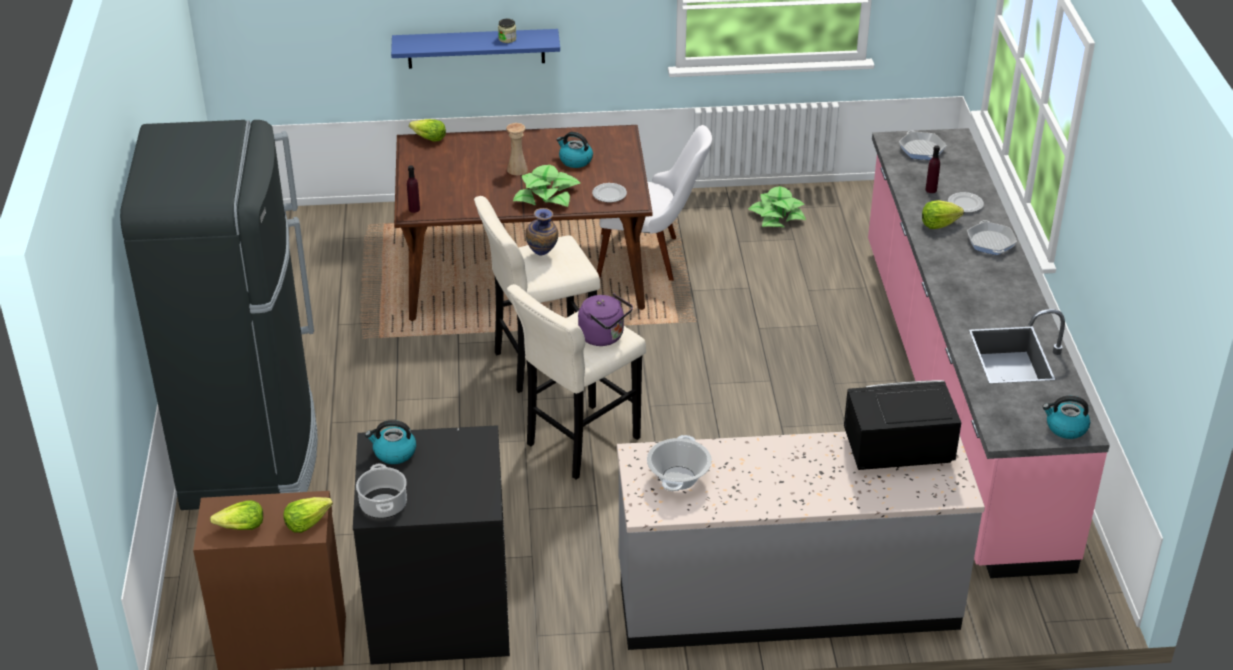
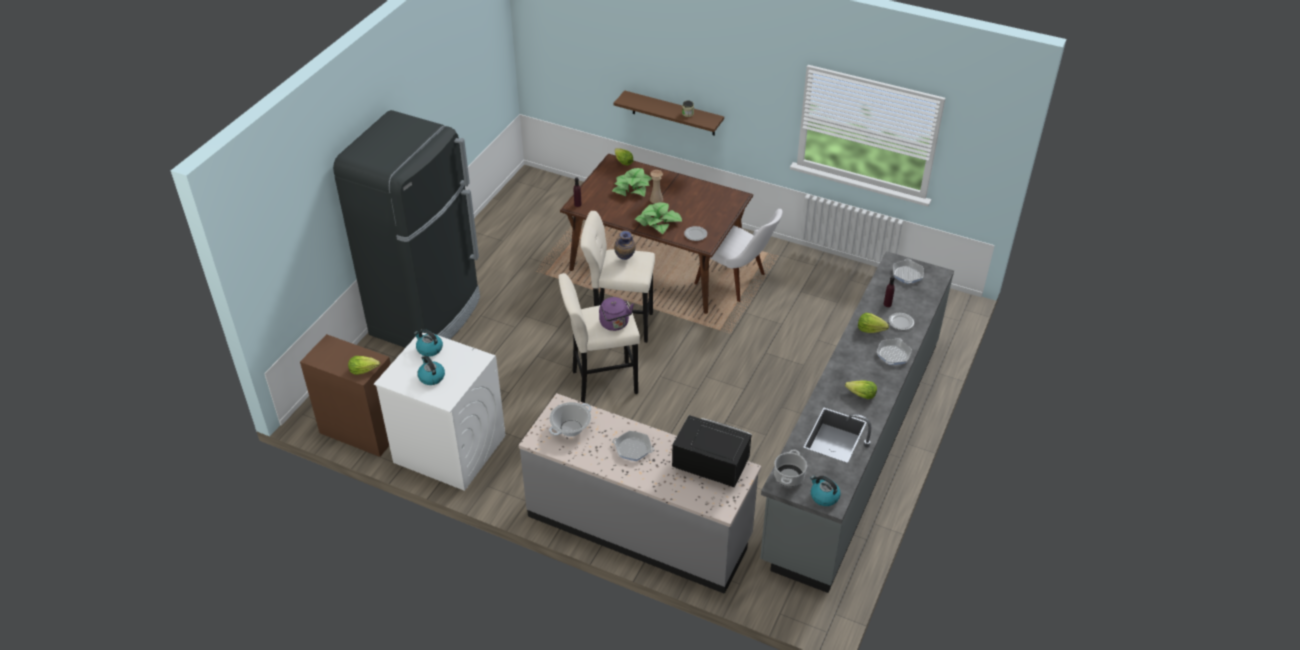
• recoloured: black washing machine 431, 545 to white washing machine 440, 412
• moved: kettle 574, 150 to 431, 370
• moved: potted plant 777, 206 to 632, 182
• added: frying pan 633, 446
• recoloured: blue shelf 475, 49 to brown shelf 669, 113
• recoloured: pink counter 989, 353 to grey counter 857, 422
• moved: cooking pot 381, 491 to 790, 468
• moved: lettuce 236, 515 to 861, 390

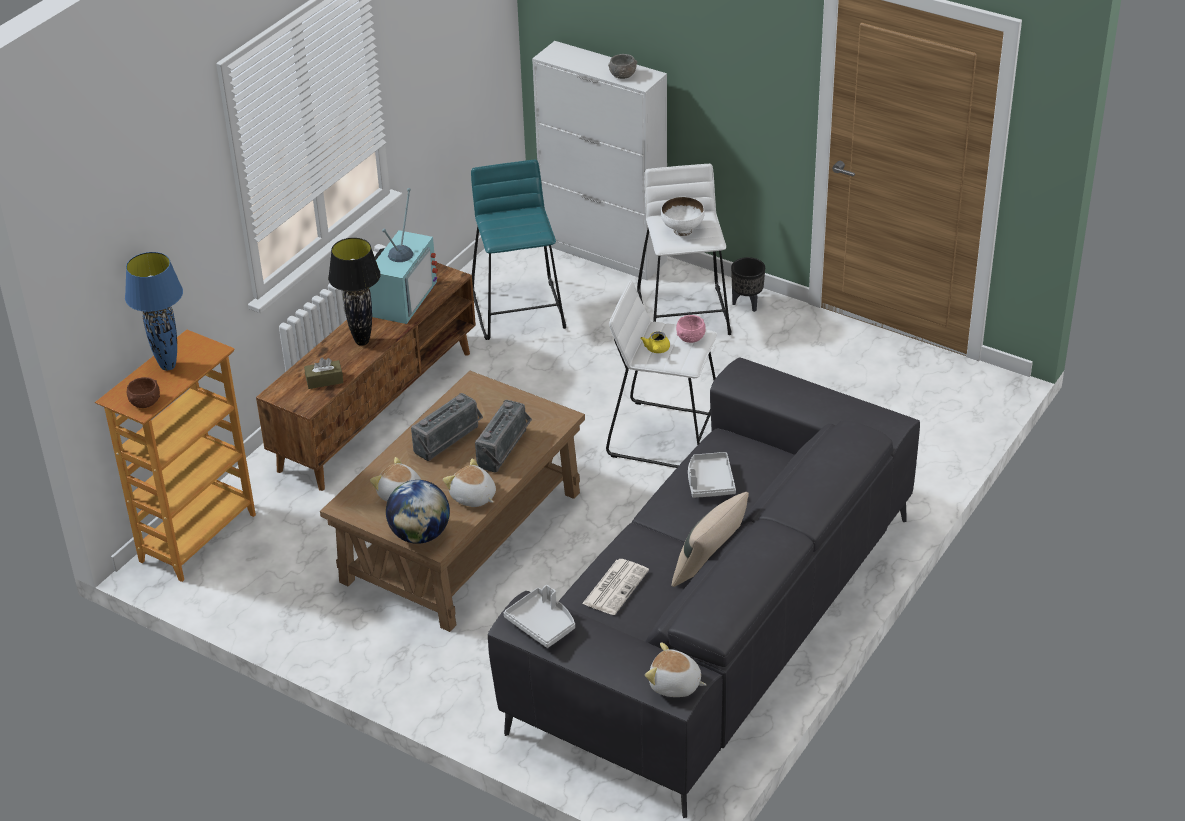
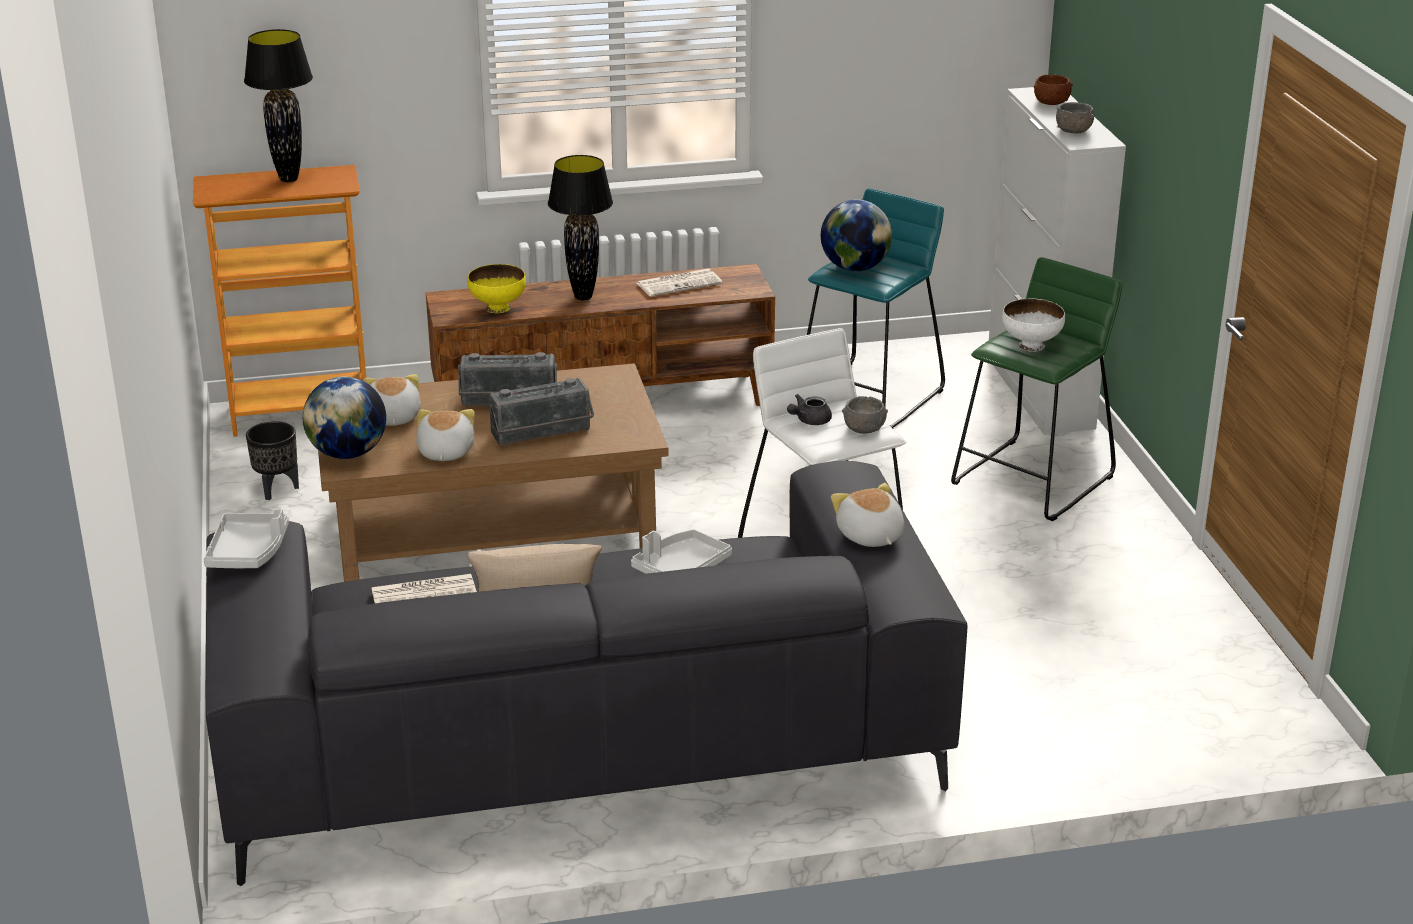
• recoloured: blue table lamp 154, 311 to black table lamp 278, 105
• moved: black planter 748, 284 to 272, 460
• replaced: brown tissue box 323, 373 to yellow bowl 496, 288
• replaced: television 403, 256 to newspaper 679, 283
• recoloured: yellow teapot 655, 342 to grey teapot 809, 409
• added: globe 856, 235
• moved: plush toy 675, 669 to 868, 515
• recoloured: pink bowl 691, 329 to grey bowl 865, 415
• recoloured: white stool 684, 249 to green stool 1037, 389
• moved: brown bowl 143, 392 to 1053, 89

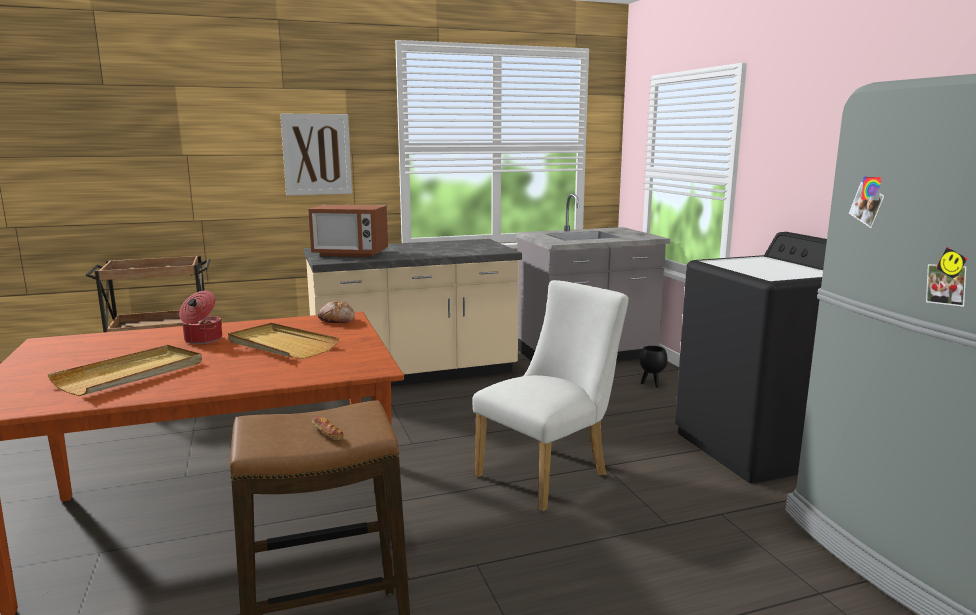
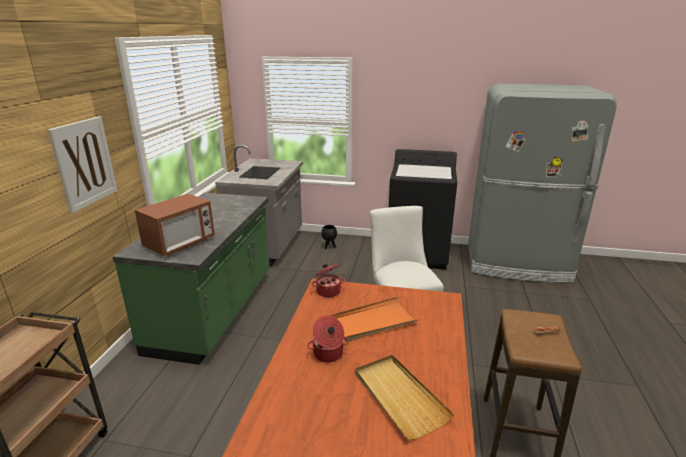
• recoloured: beige counter 413, 313 to green counter 191, 279
• replaced: bread 336, 312 to cooking pot 328, 280
• recoloured: beige tray 283, 341 to orange tray 374, 319

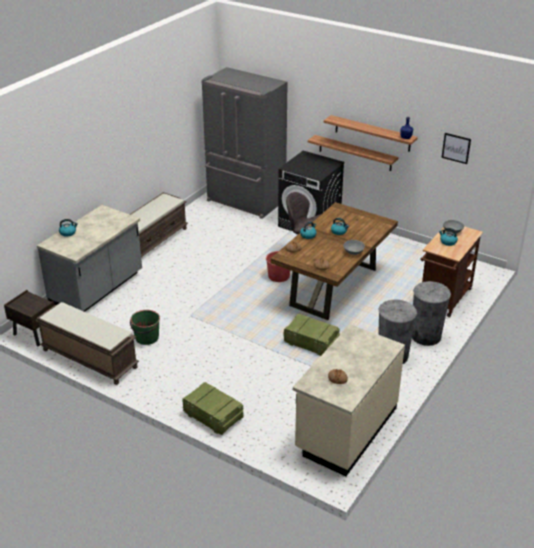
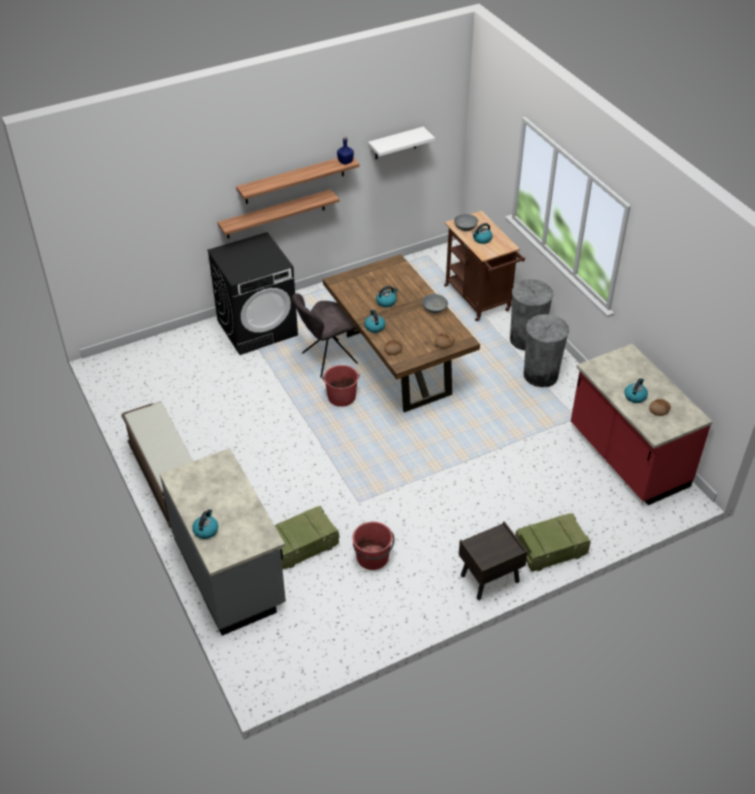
• moved: crate 311, 335 to 307, 537
• recoloured: green bucket 145, 327 to red bucket 373, 546
• replaced: picture 456, 148 to white shelf 401, 143
• moved: brown nightstand 29, 318 to 493, 560
• recoloured: beige counter 349, 400 to red counter 641, 424
• added: kettle 636, 390
• removed: brown bench 87, 343
• removed: grey fridge 244, 143

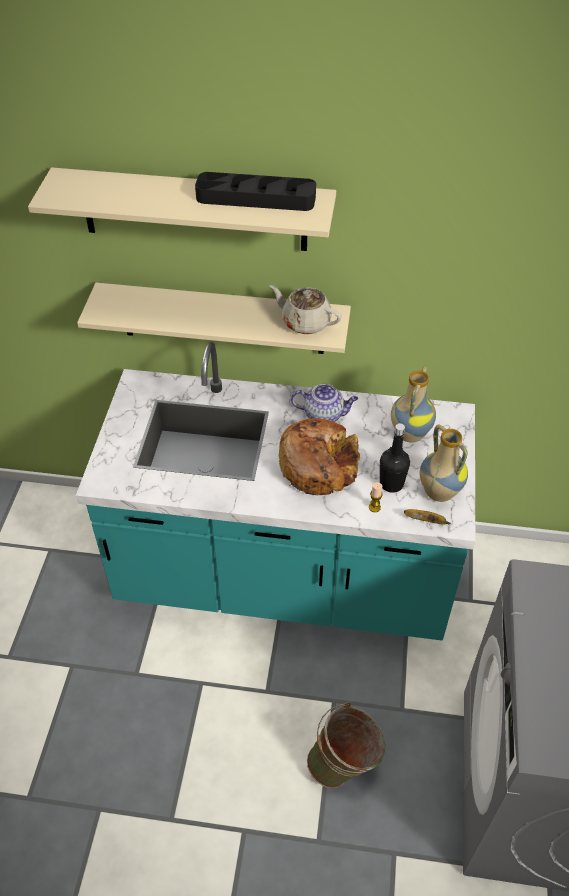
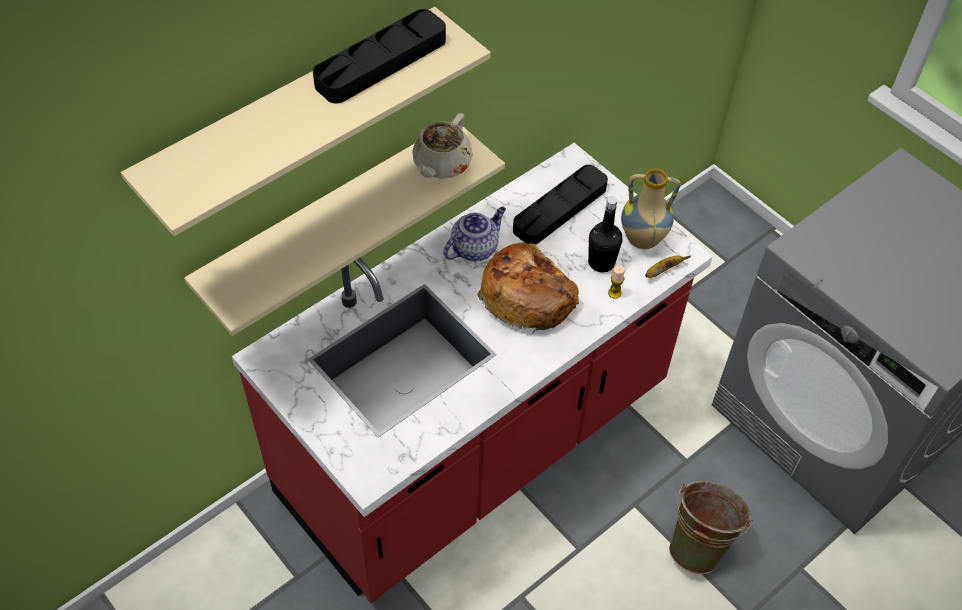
• recoloured: turquoise counter 275, 491 to red counter 472, 373
• turned: beige teapot 305, 309 = 442, 146 45 degrees counterclockwise
• replaced: vase 413, 404 to black tray 560, 205

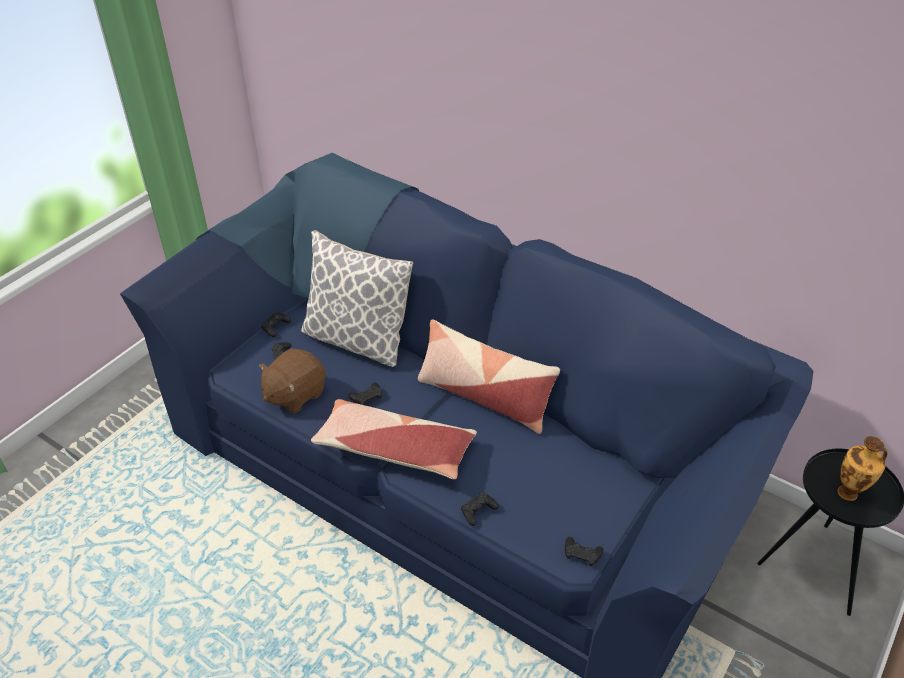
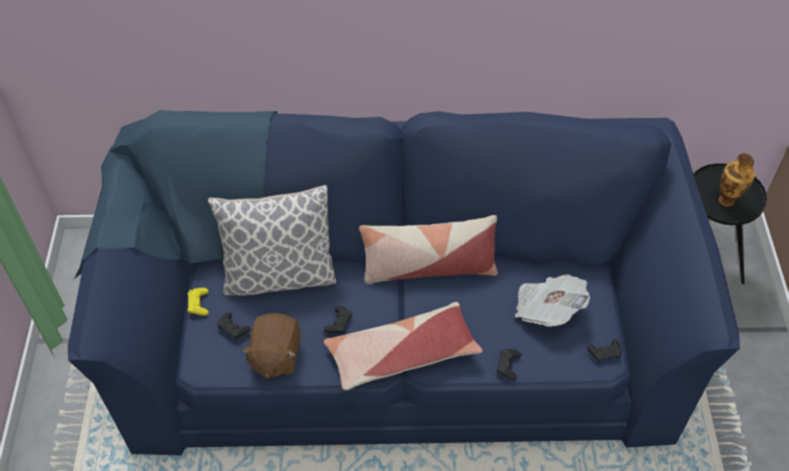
• recoloured: black game controller 276, 324 to yellow game controller 198, 302
• added: newspaper 552, 300

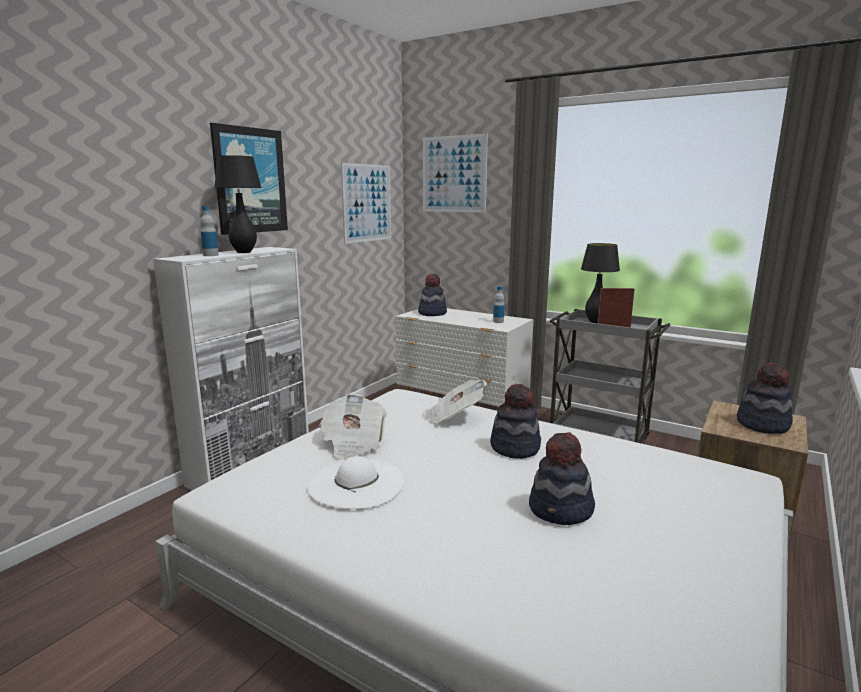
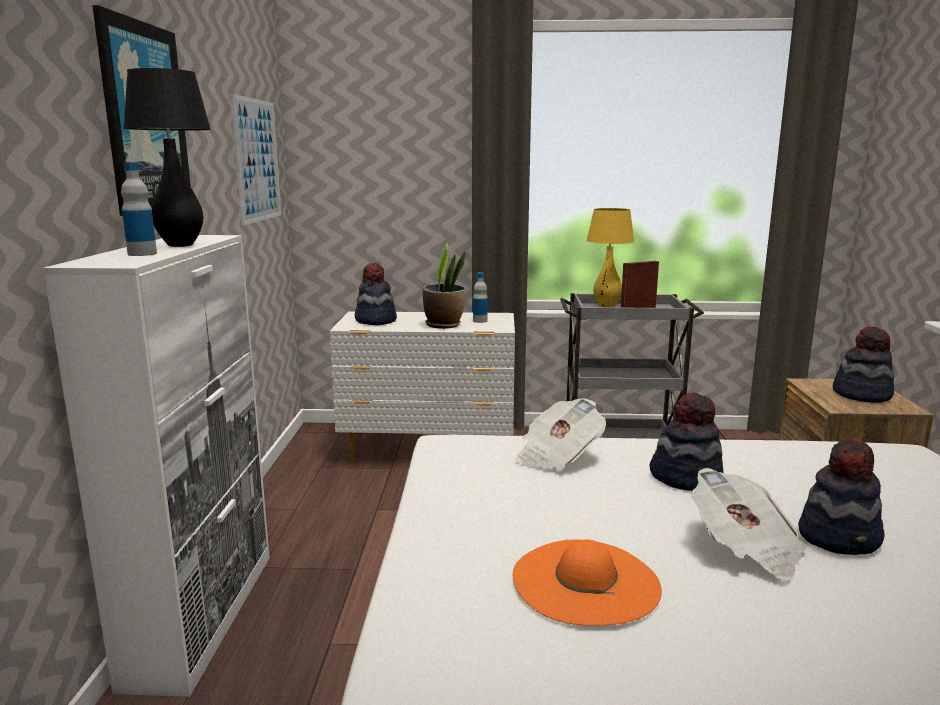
• added: potted plant 444, 286
• recoloured: white hat 356, 482 to orange hat 587, 582
• recoloured: black table lamp 600, 283 to yellow table lamp 610, 257
• moved: newspaper 353, 426 to 748, 525
• removed: picture 455, 173

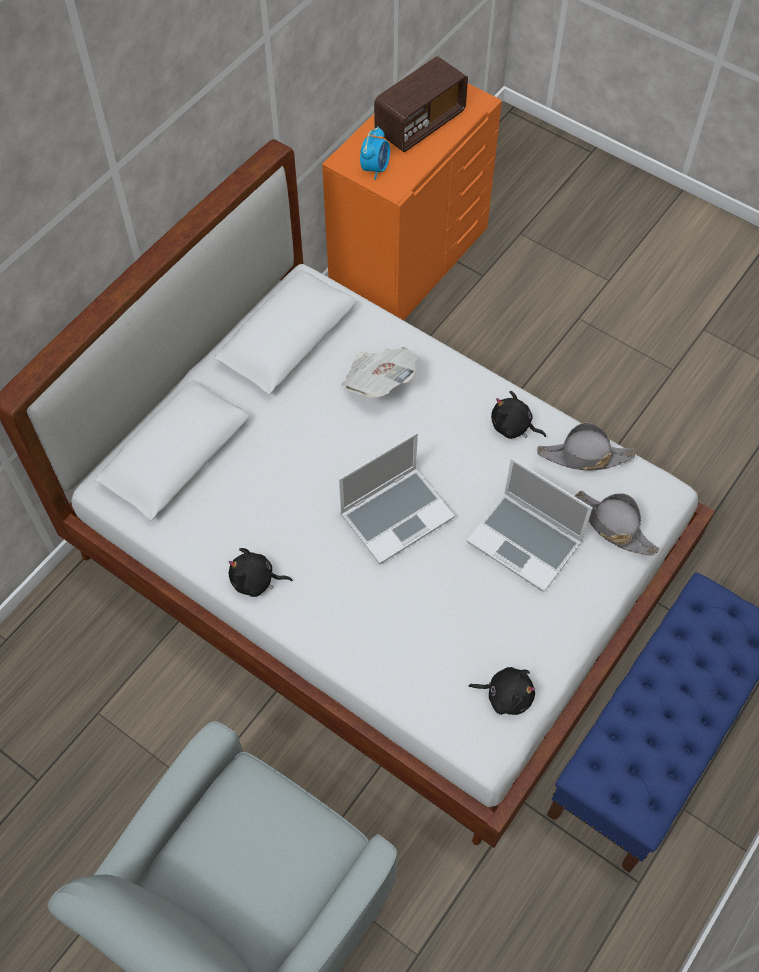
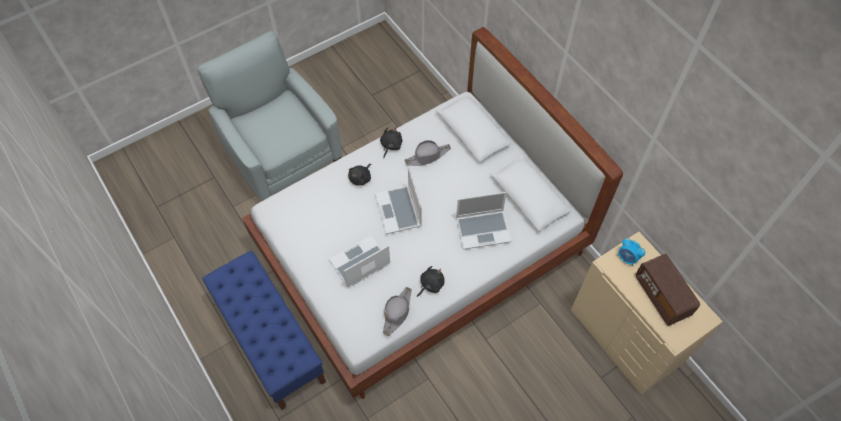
• moved: black plush toy 502, 691 to 360, 174
• moved: grey hat 617, 523 to 428, 153
• replaced: newspaper 380, 372 to laptop 483, 221
• recoloured: orange dresser 412, 201 to beige dresser 647, 313

